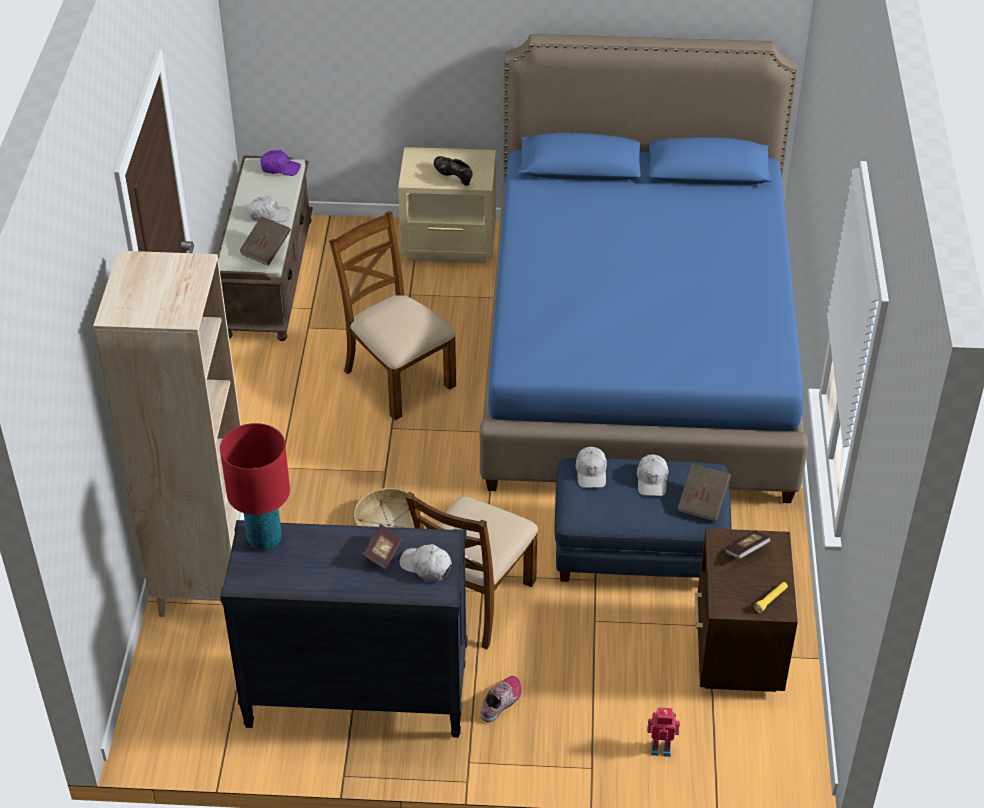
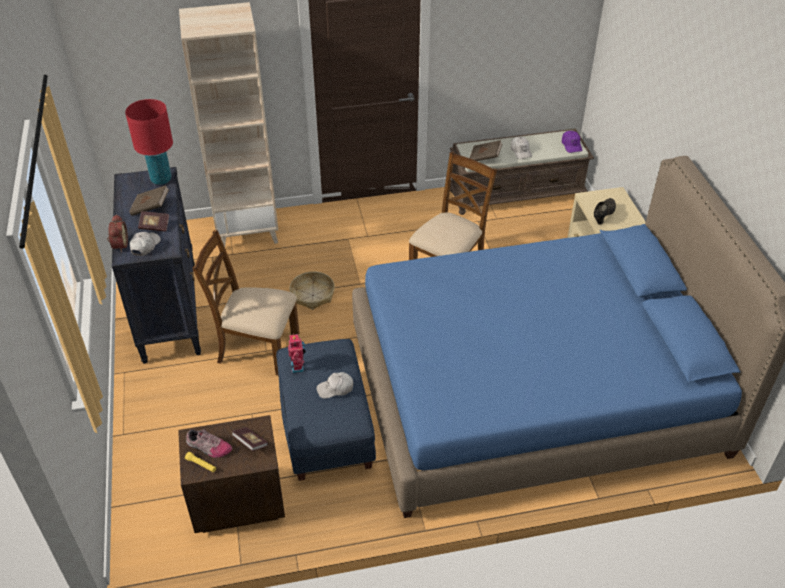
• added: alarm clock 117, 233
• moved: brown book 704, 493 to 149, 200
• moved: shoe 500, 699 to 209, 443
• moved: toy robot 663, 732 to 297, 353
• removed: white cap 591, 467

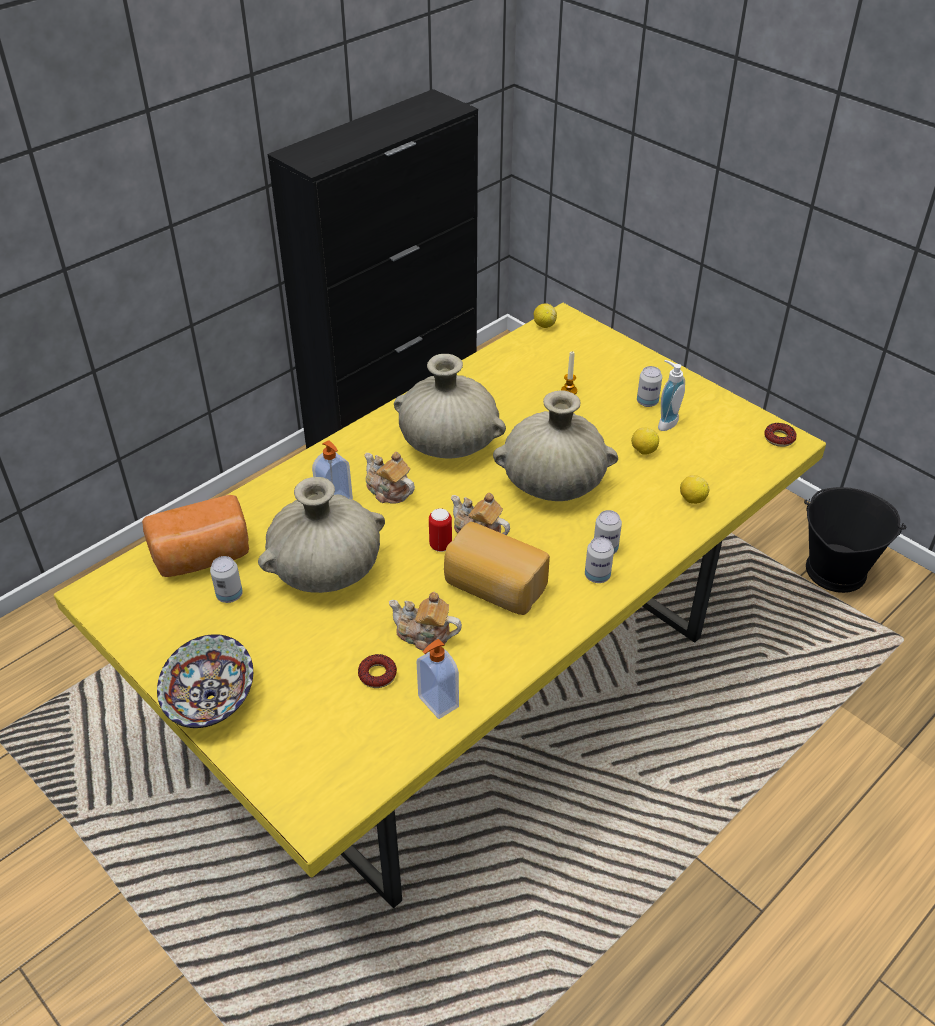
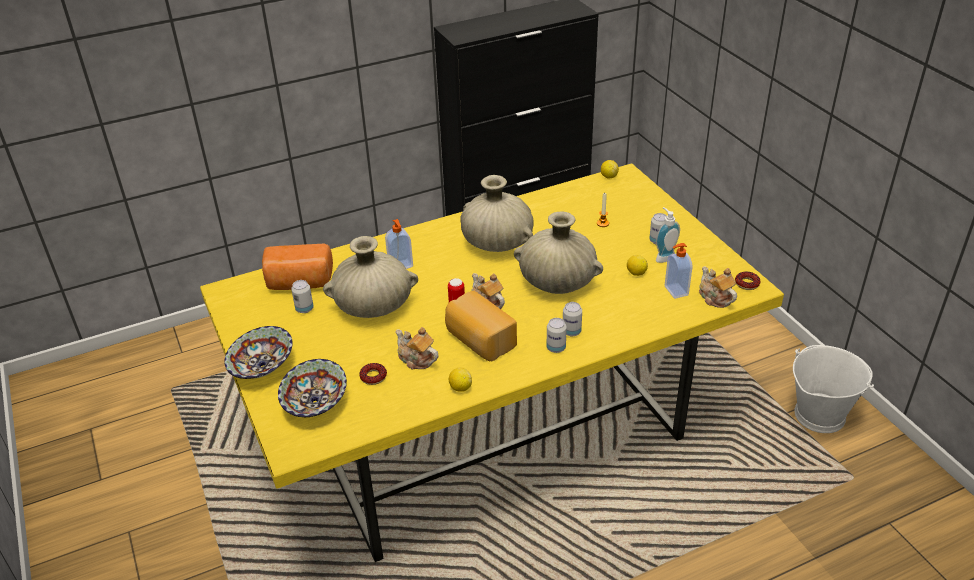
• added: bowl 312, 388
• moved: lemon 694, 489 to 460, 379
• moved: soap dispenser 438, 679 to 678, 271
• moved: teapot 389, 478 to 718, 287
• recoloured: black bucket 855, 540 to white bucket 833, 389

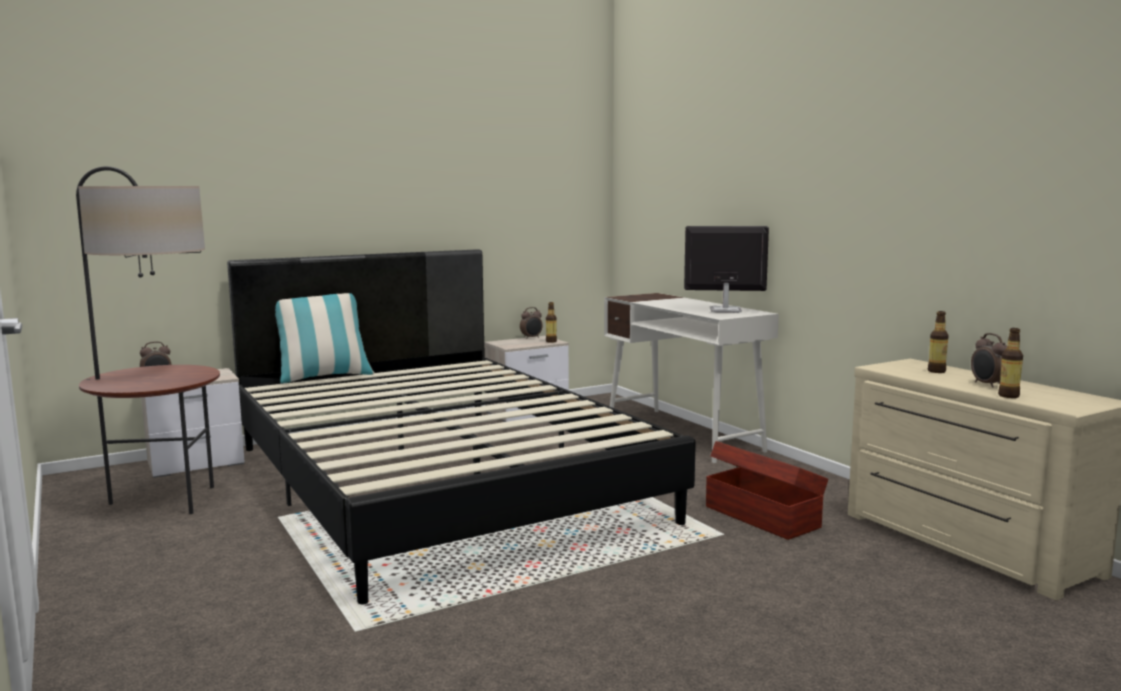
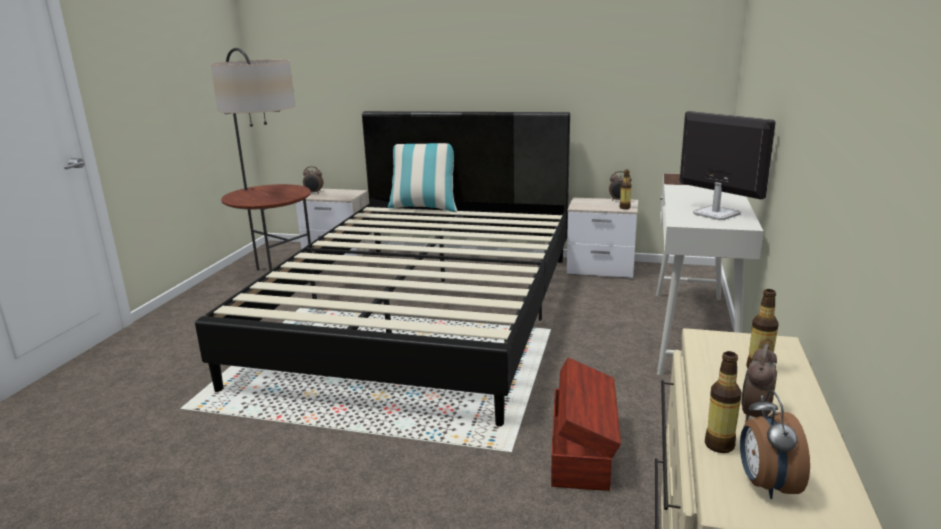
• added: alarm clock 775, 444

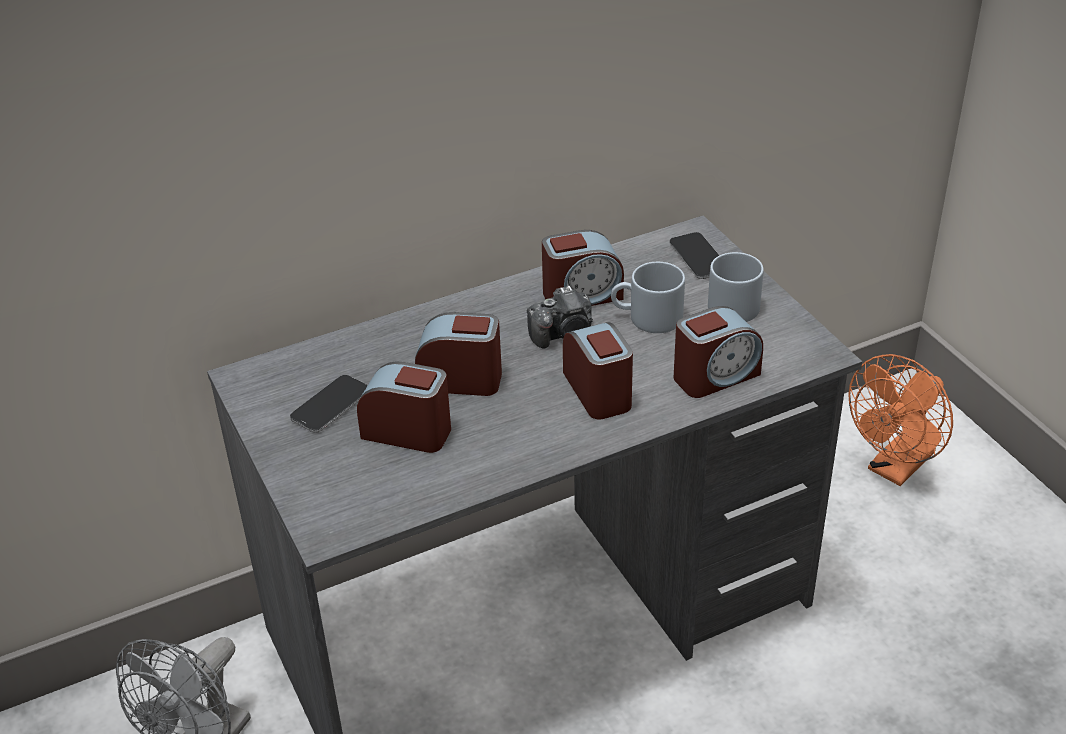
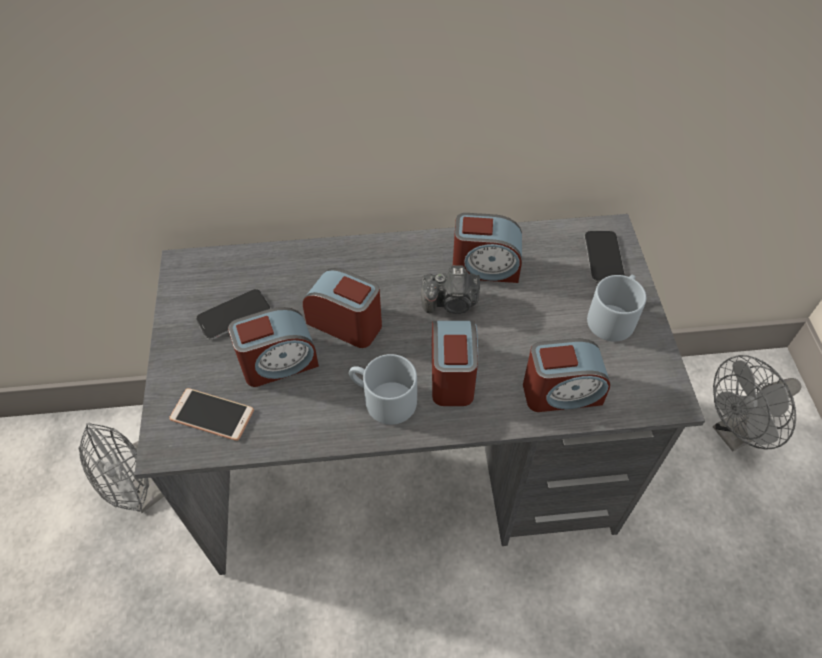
• added: phone 211, 414
• turned: alarm clock 404, 407 = 273, 347 120 degrees clockwise
• moved: grey mug 648, 297 to 383, 389
• recoloured: orange fan 900, 420 to grey fan 757, 403

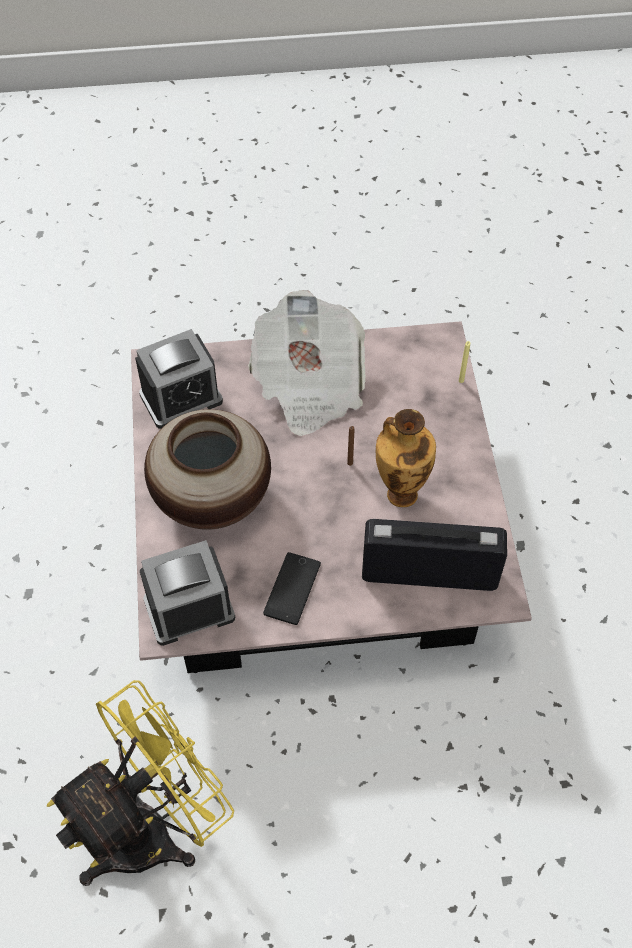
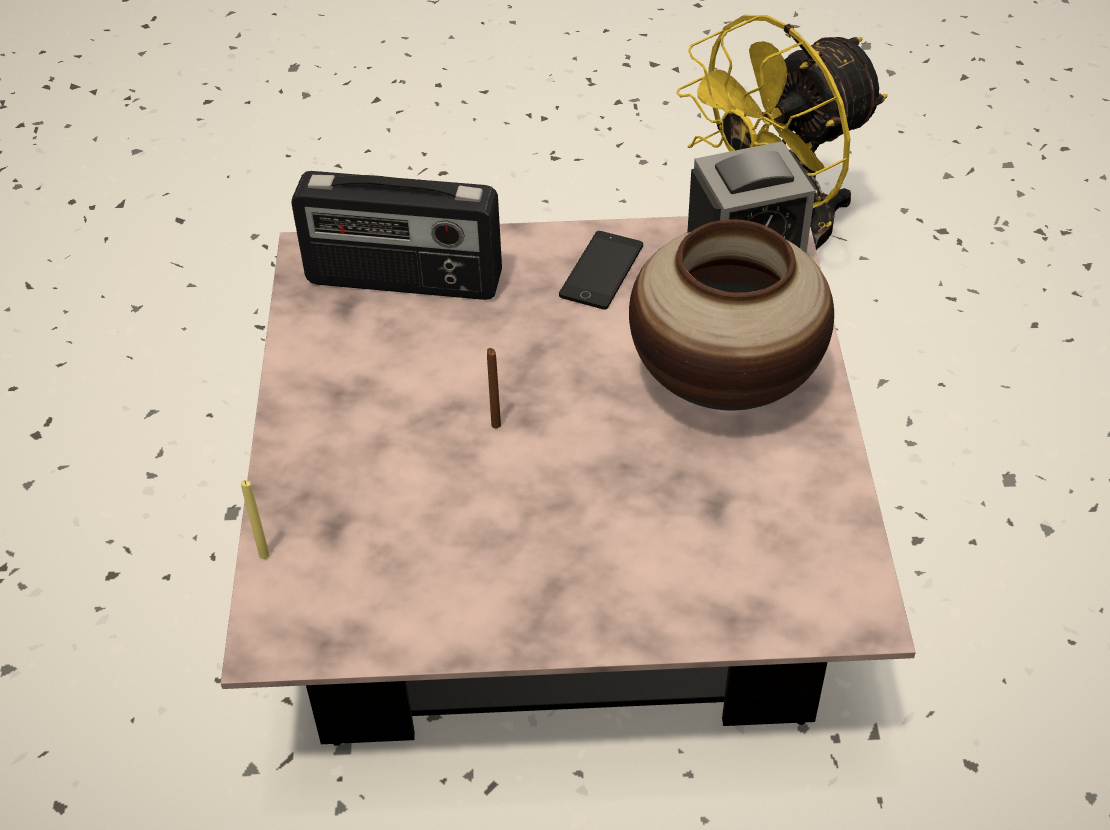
• removed: alarm clock 179, 379
• removed: newspaper 307, 363
• removed: vase 406, 458

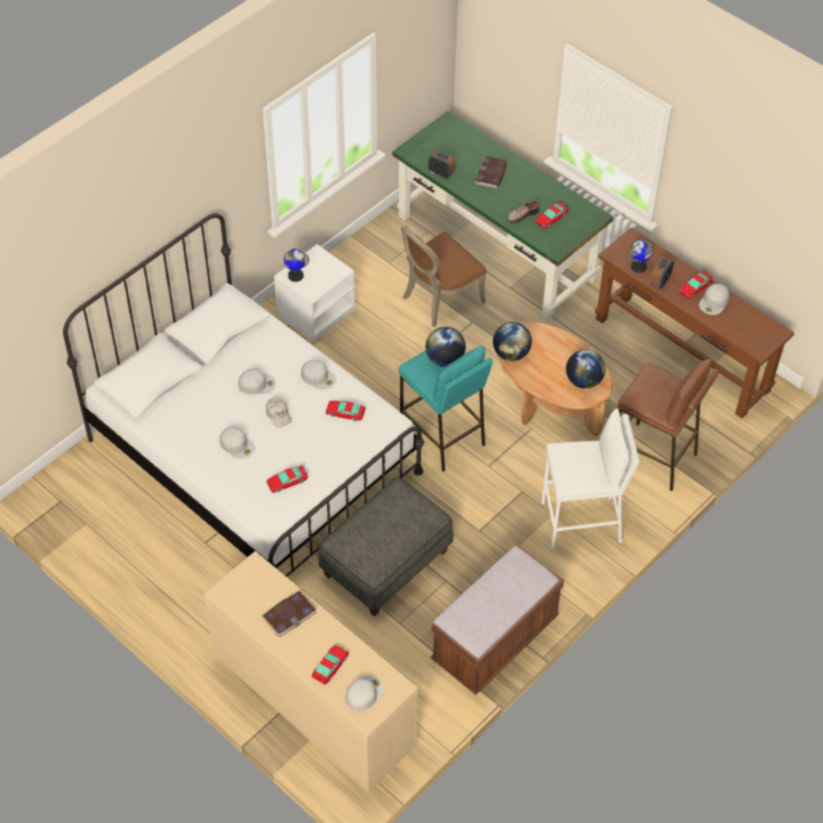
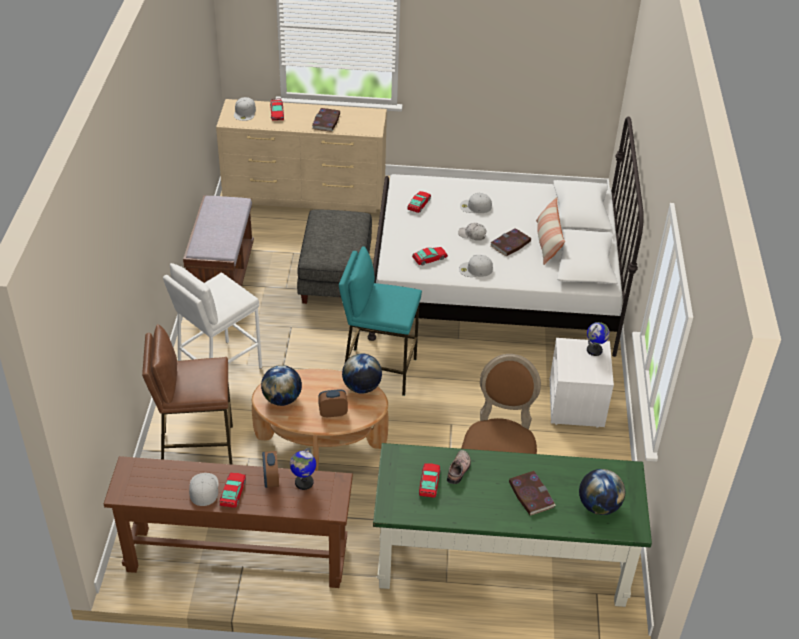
• moved: alarm clock 442, 164 to 333, 404
• replaced: white cap 257, 381 to book 510, 242
• added: pillow 550, 231
• moved: globe 445, 347 to 602, 492

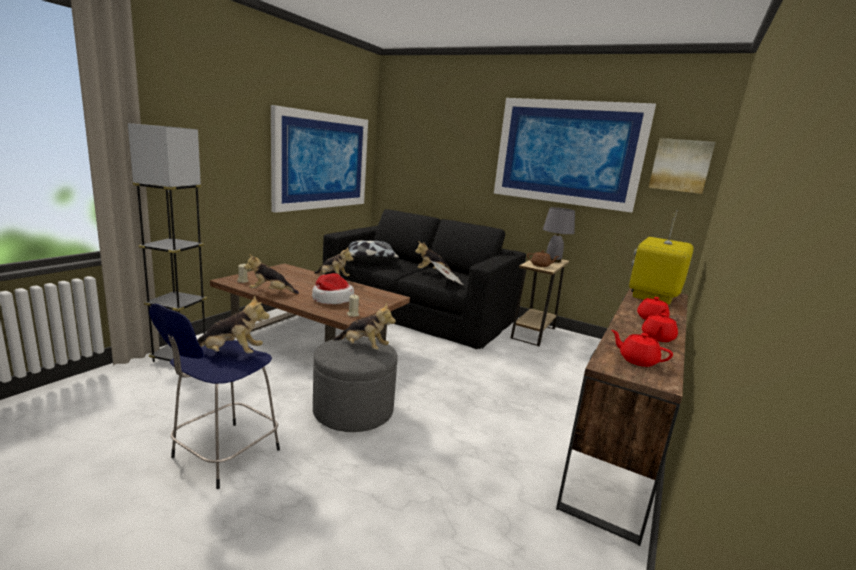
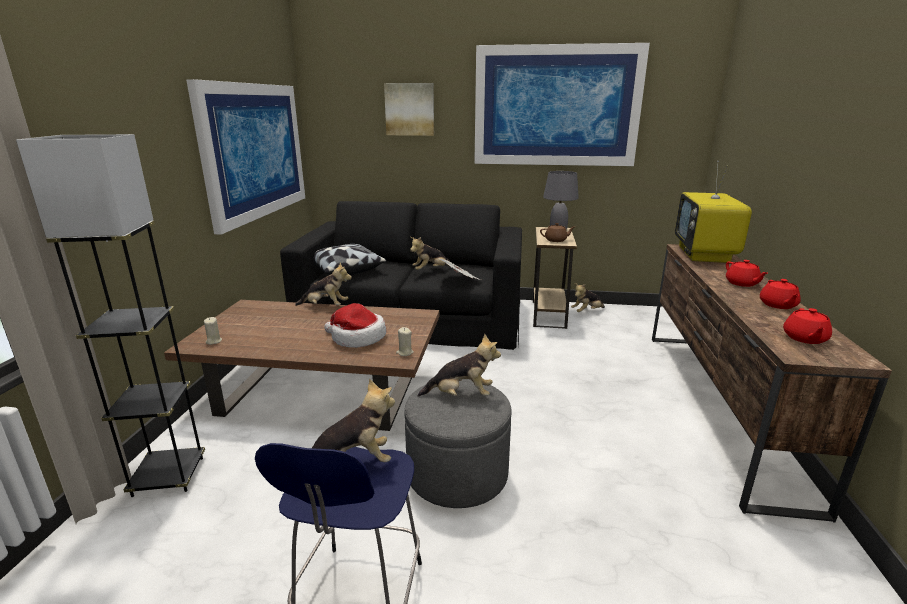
• moved: picture 682, 166 to 409, 109
• moved: plush toy 271, 274 to 588, 297
• turned: red teapot 642, 348 = 807, 326 90 degrees counterclockwise

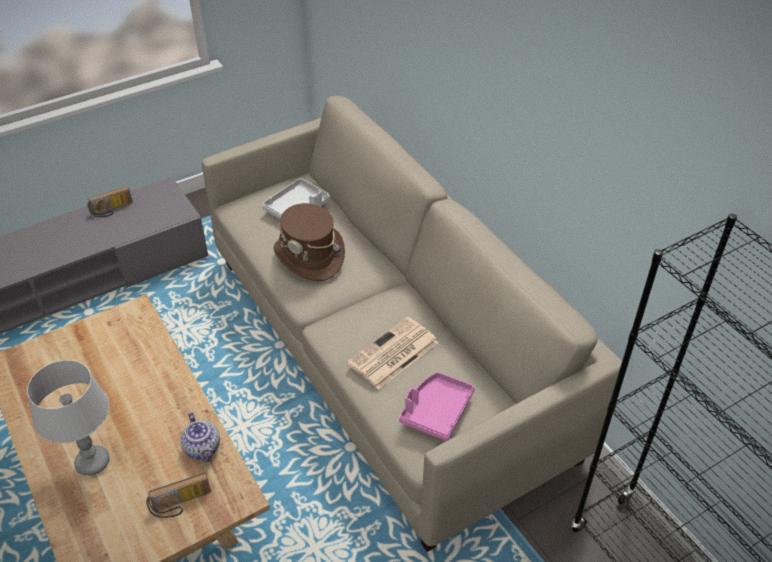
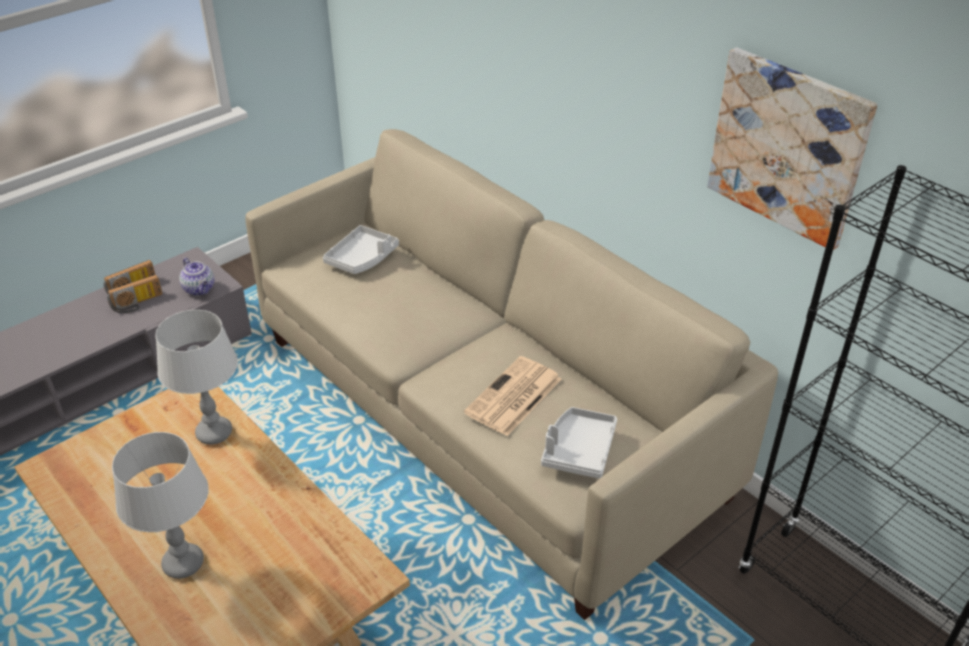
• moved: radio 178, 495 to 135, 294
• added: grey table lamp 196, 377
• moved: teapot 200, 437 to 196, 277
• recoloured: pink tray 437, 406 to grey tray 579, 443
• added: picture 792, 148
• removed: brown hat 309, 242

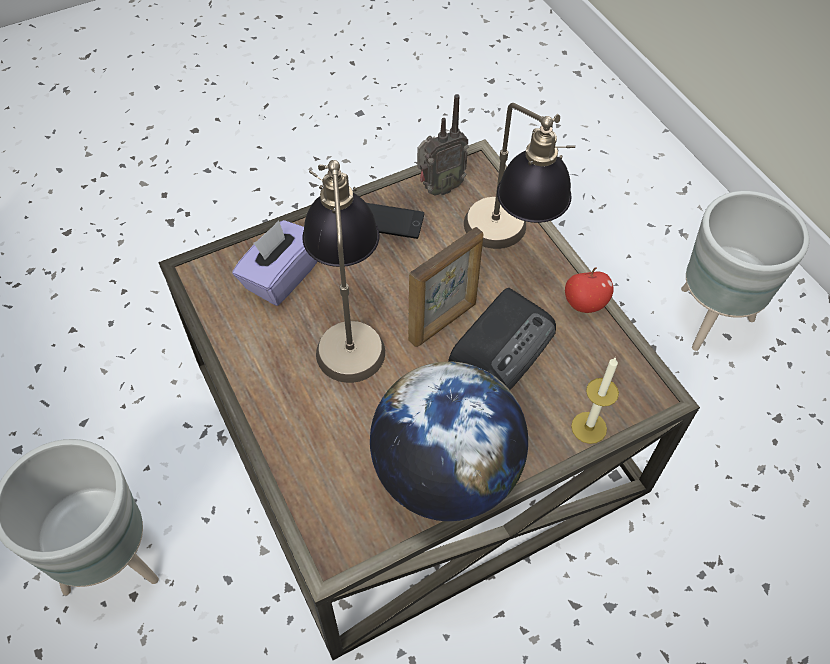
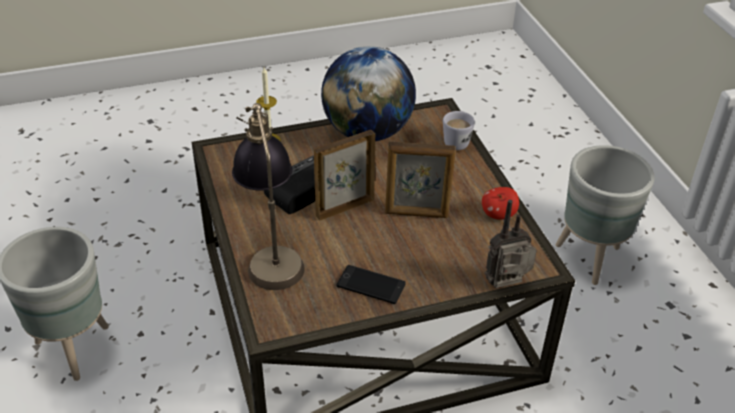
• replaced: table lamp 343, 271 to picture frame 420, 179
• added: white mug 459, 130
• moved: apple 589, 290 to 500, 203
• moved: radio 443, 145 to 511, 244
• removed: purple tissue box 274, 263

